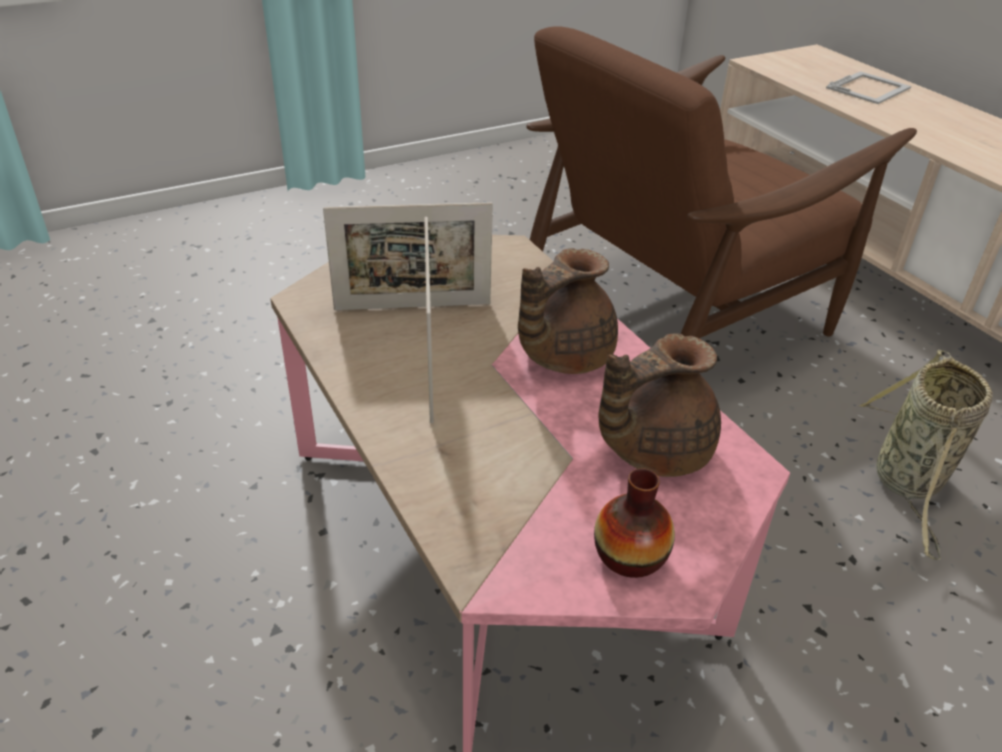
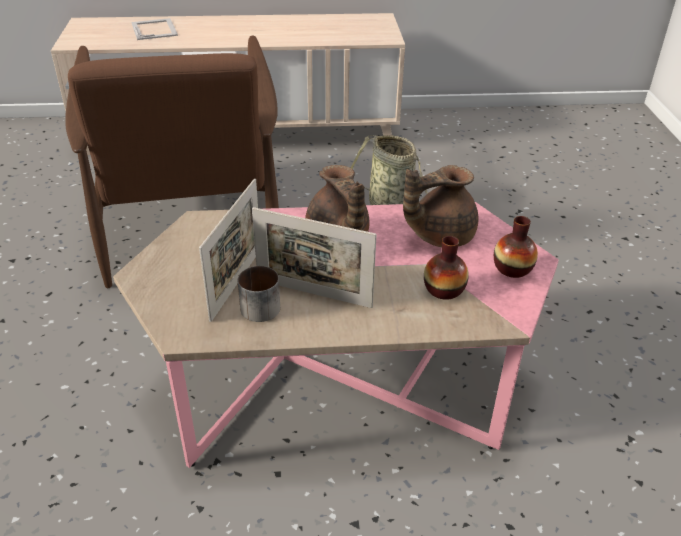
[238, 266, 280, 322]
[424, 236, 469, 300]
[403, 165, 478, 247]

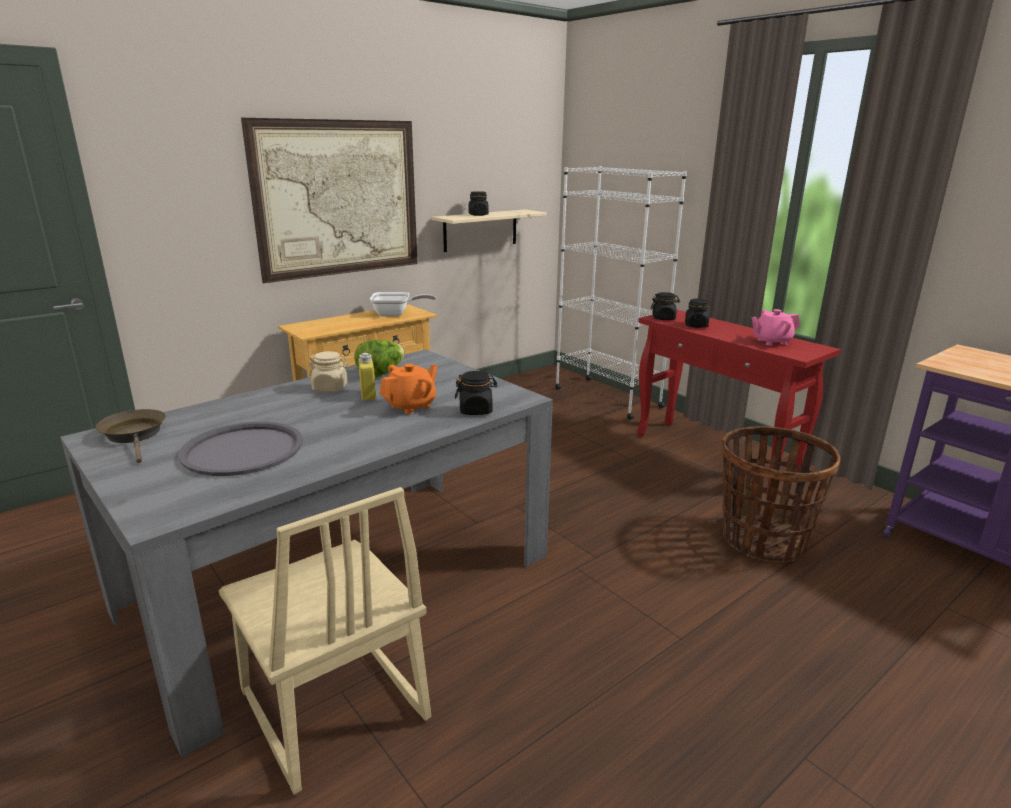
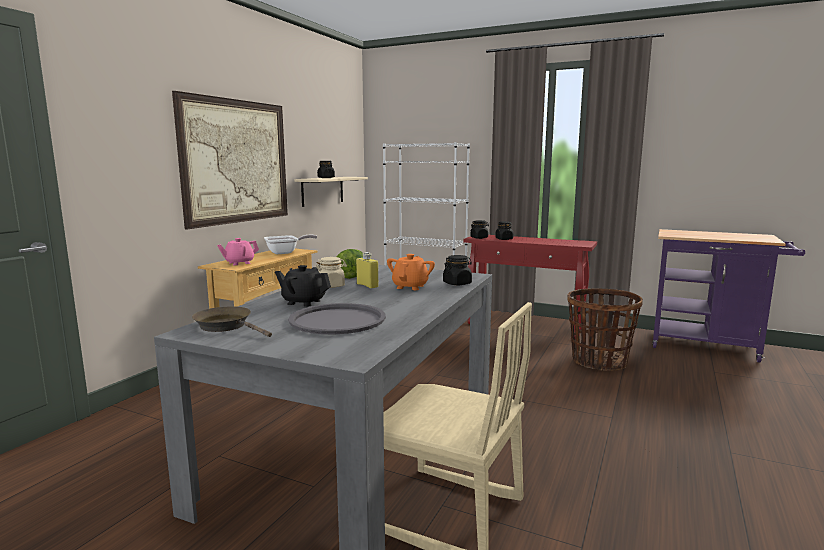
[275, 265, 331, 307]
[217, 238, 259, 265]

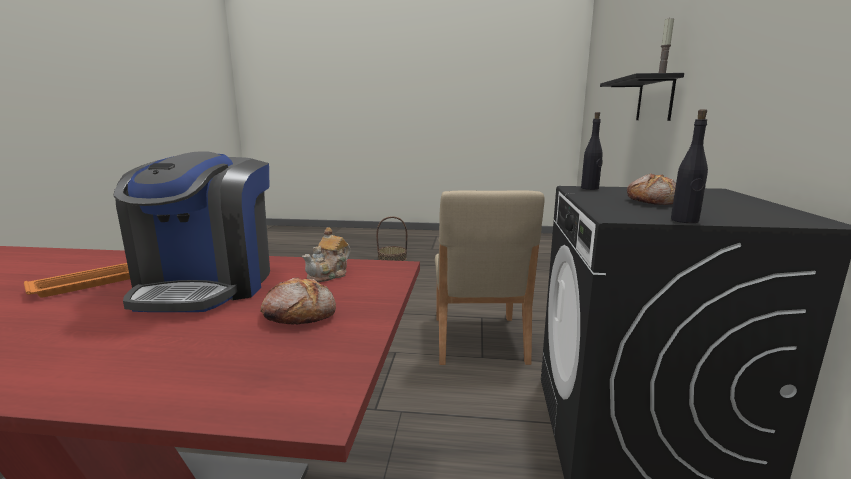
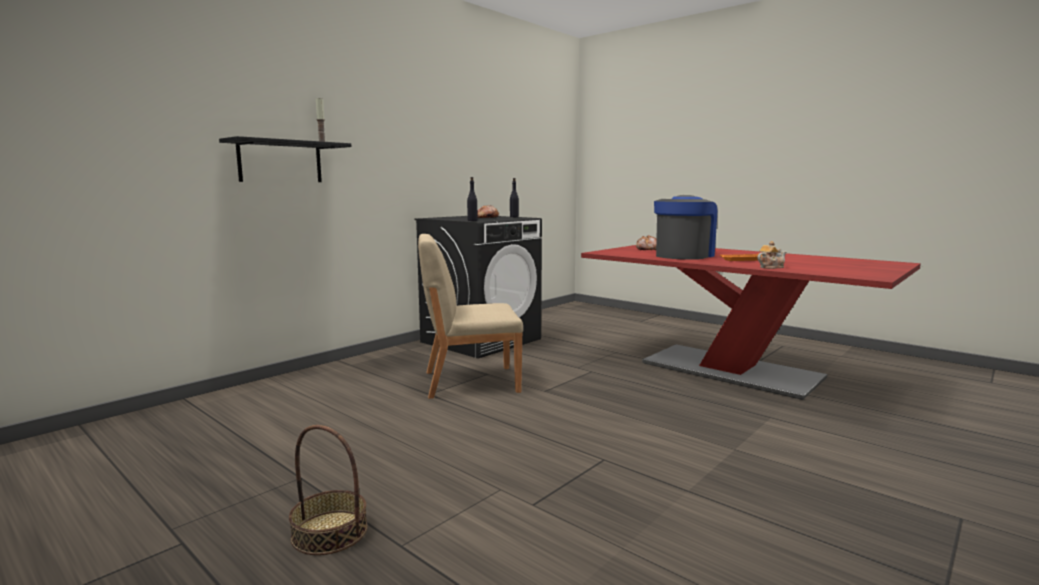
[757, 241, 786, 269]
[418, 234, 523, 399]

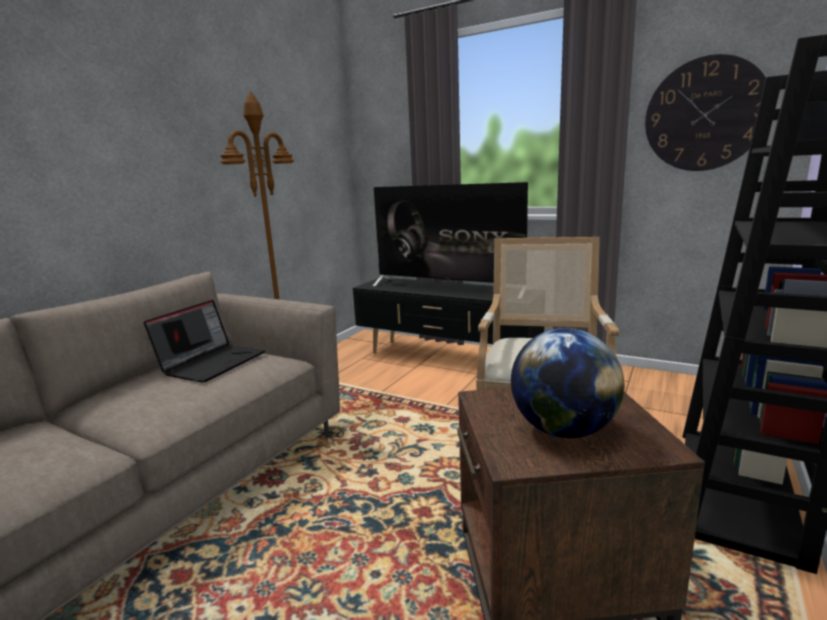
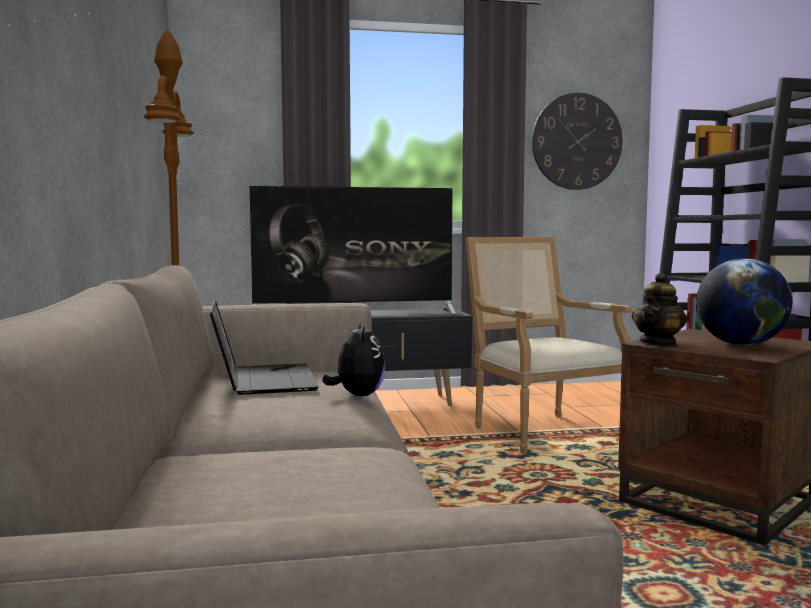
[323, 321, 385, 396]
[632, 272, 687, 346]

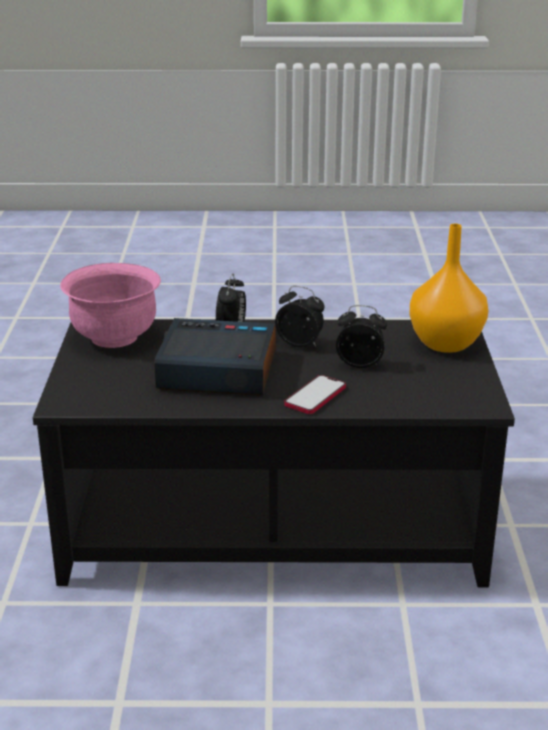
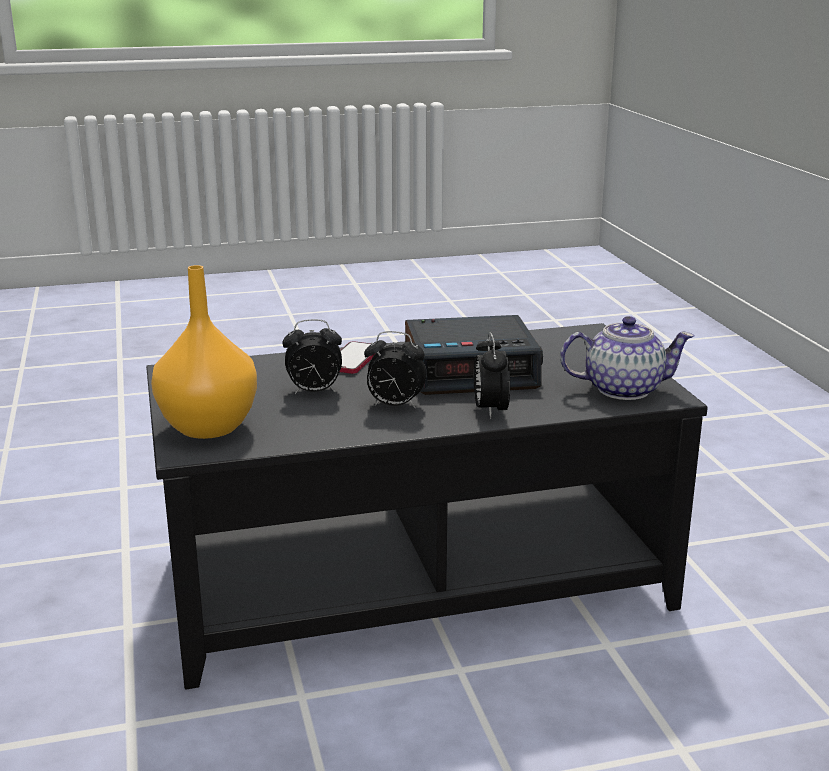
[560, 316, 694, 400]

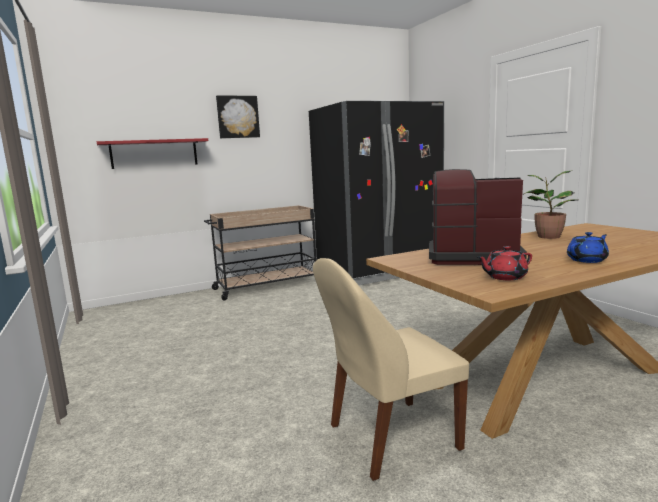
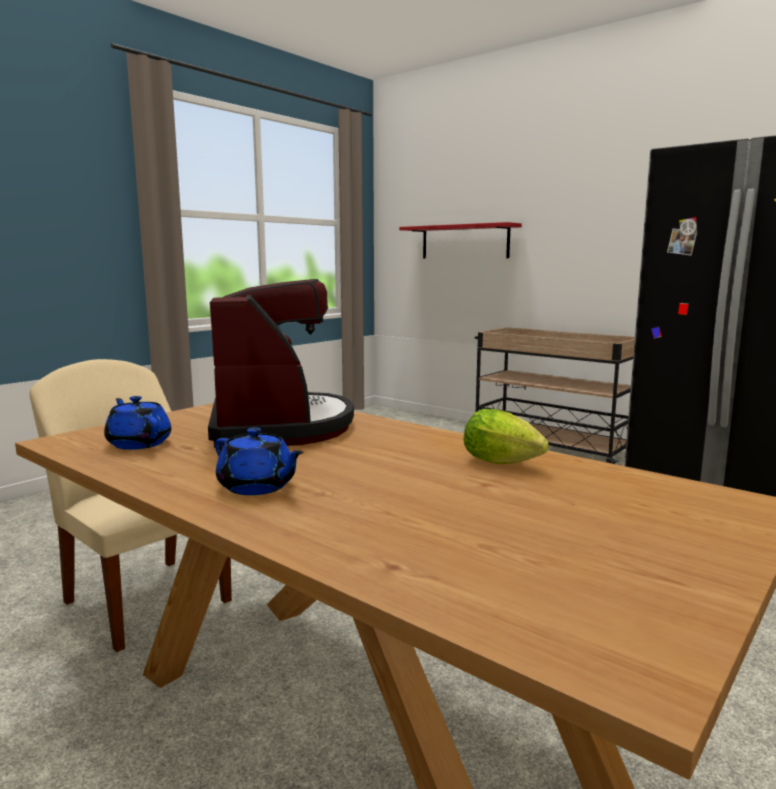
[216, 95, 260, 138] (first image)
[464, 409, 549, 464]
[104, 396, 171, 450]

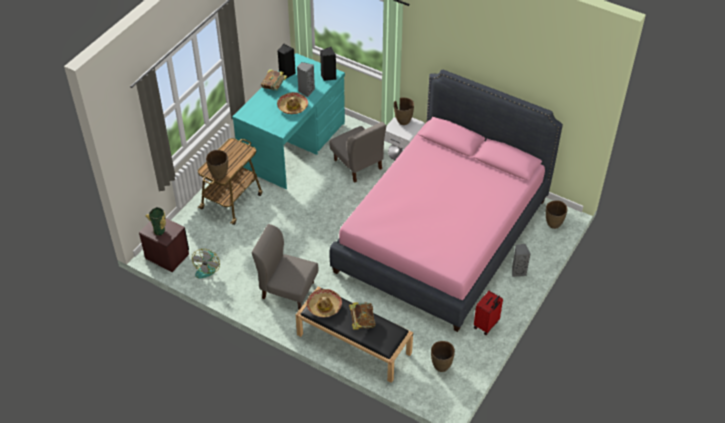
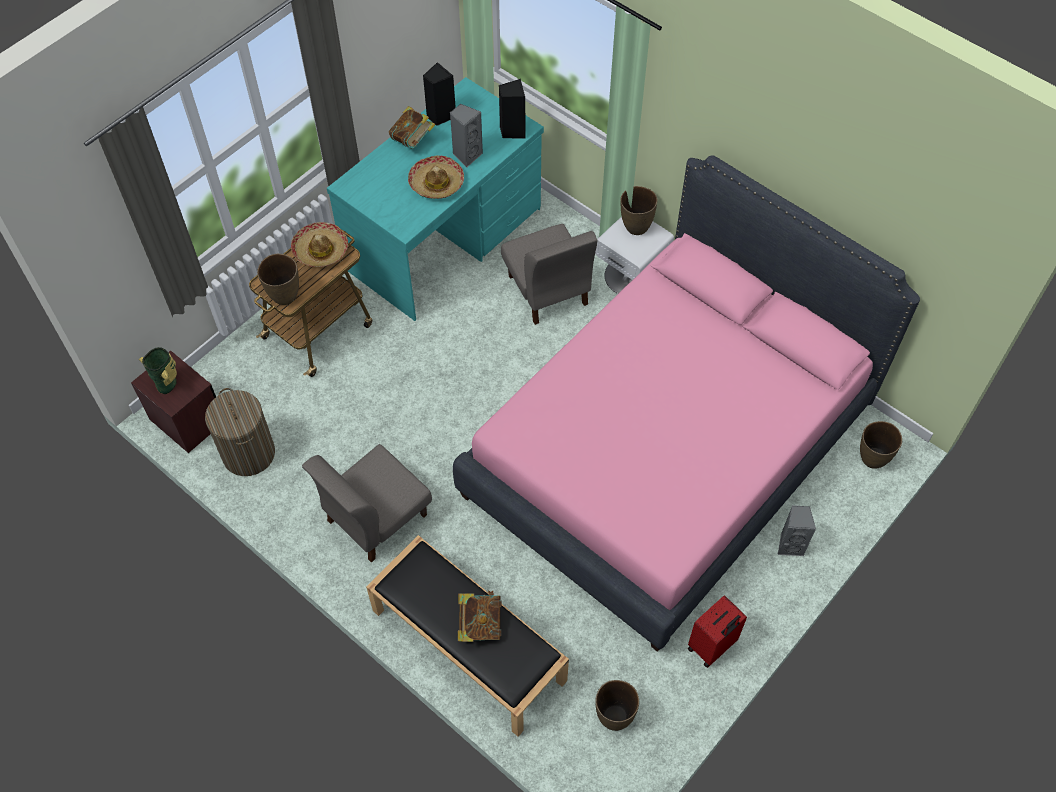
[291, 222, 348, 267]
[205, 388, 275, 476]
[302, 444, 432, 563]

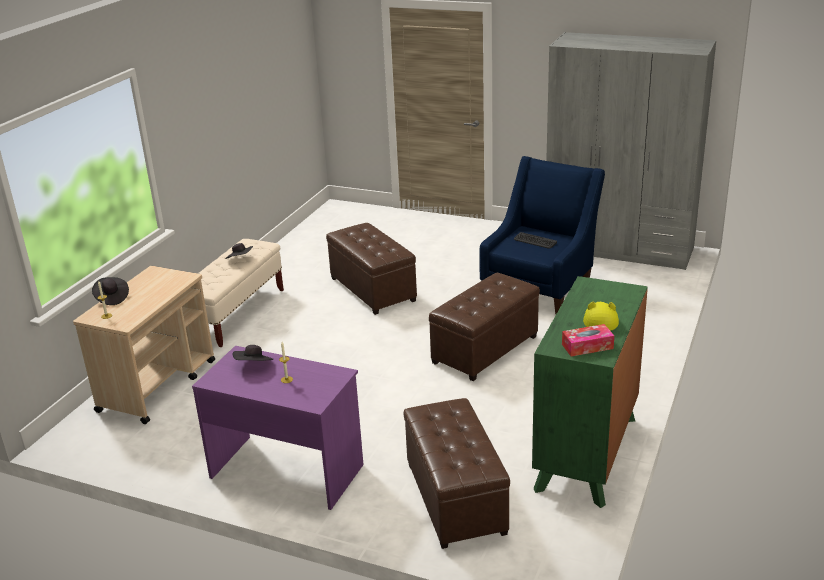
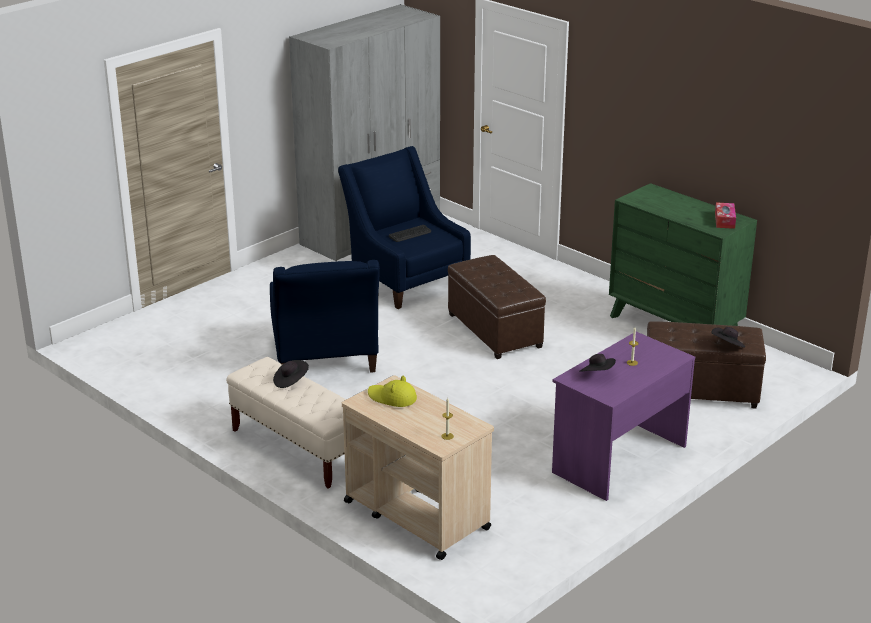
[711, 327, 745, 348]
[368, 376, 417, 407]
[270, 260, 380, 373]

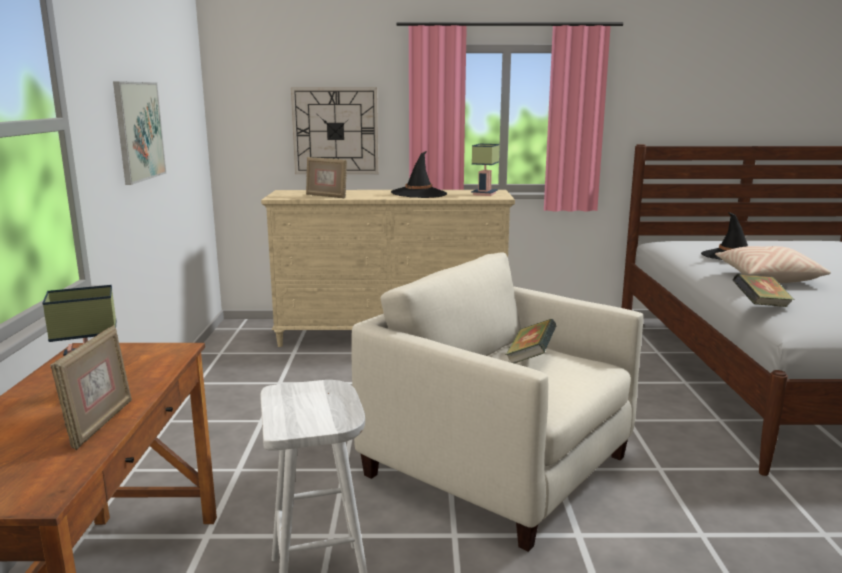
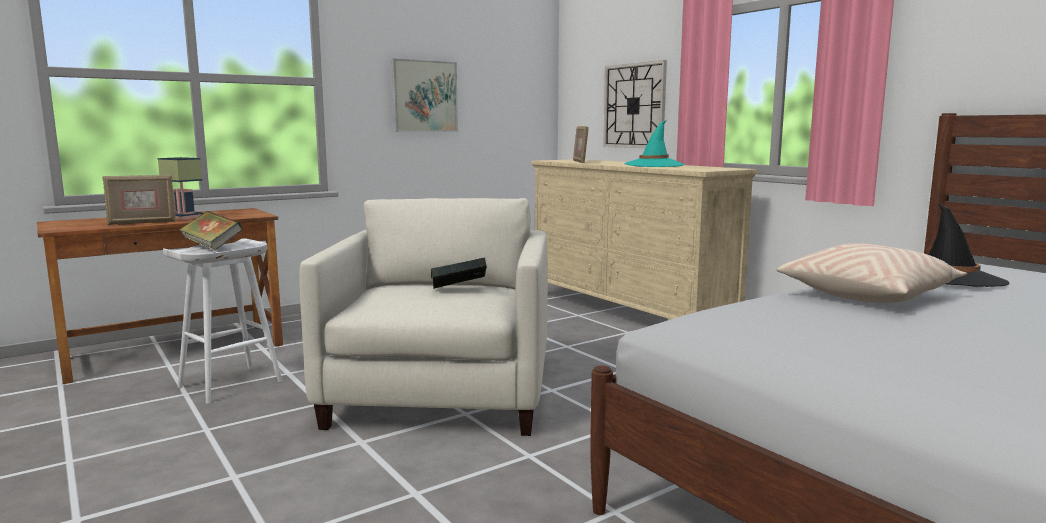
[471, 144, 499, 196] (first image)
[180, 211, 243, 251]
[624, 120, 684, 167]

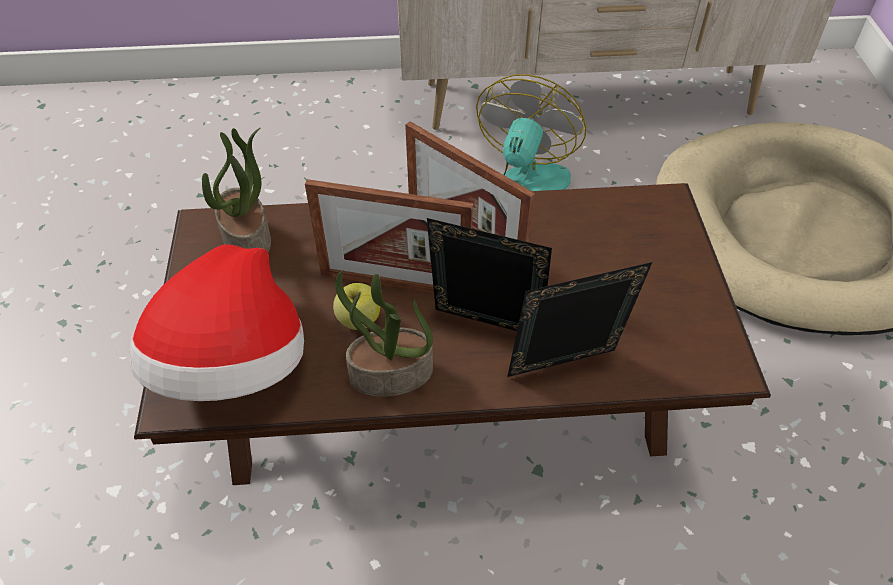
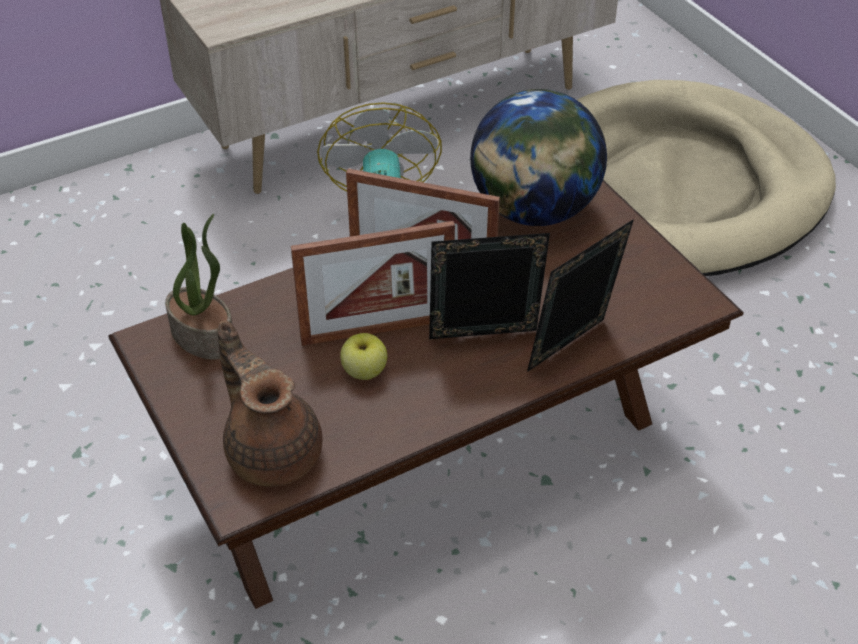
[335, 270, 433, 397] (first image)
[470, 89, 607, 226]
[218, 321, 322, 486]

